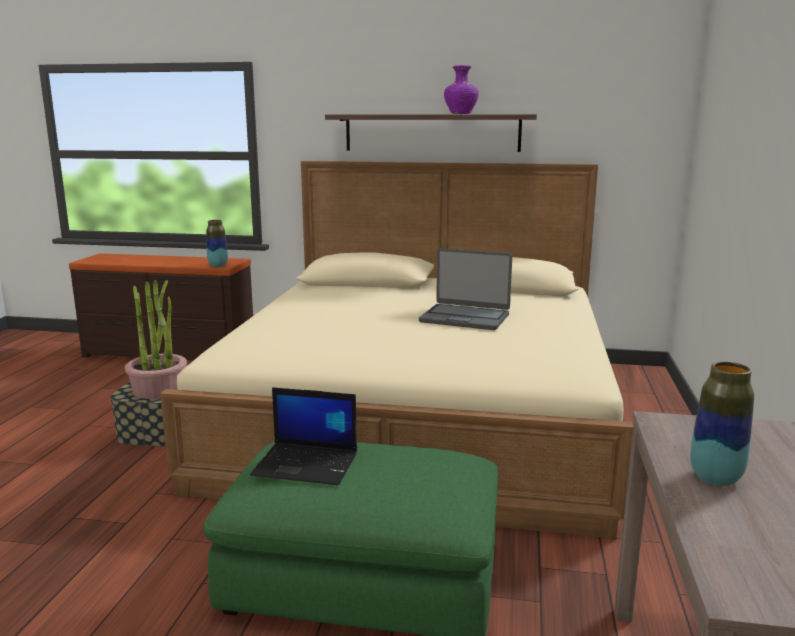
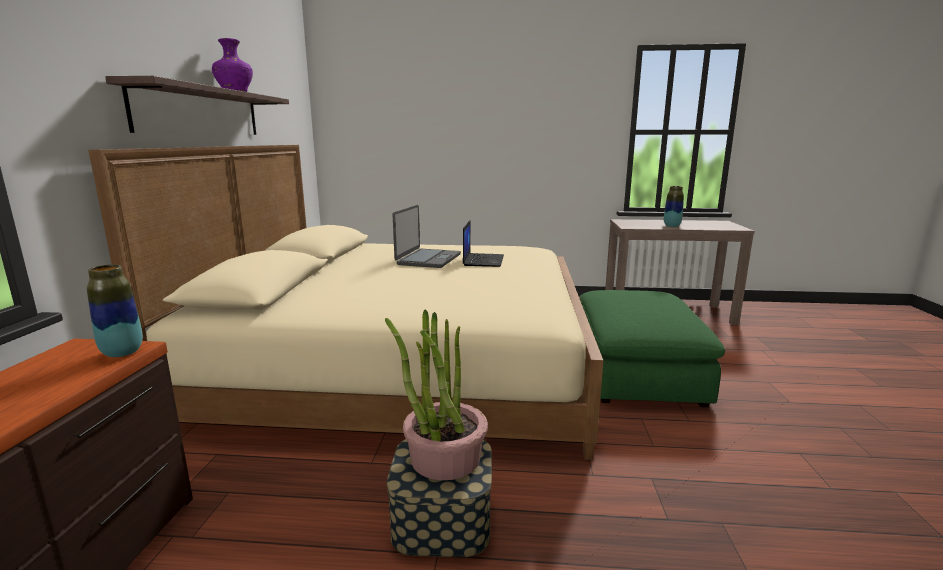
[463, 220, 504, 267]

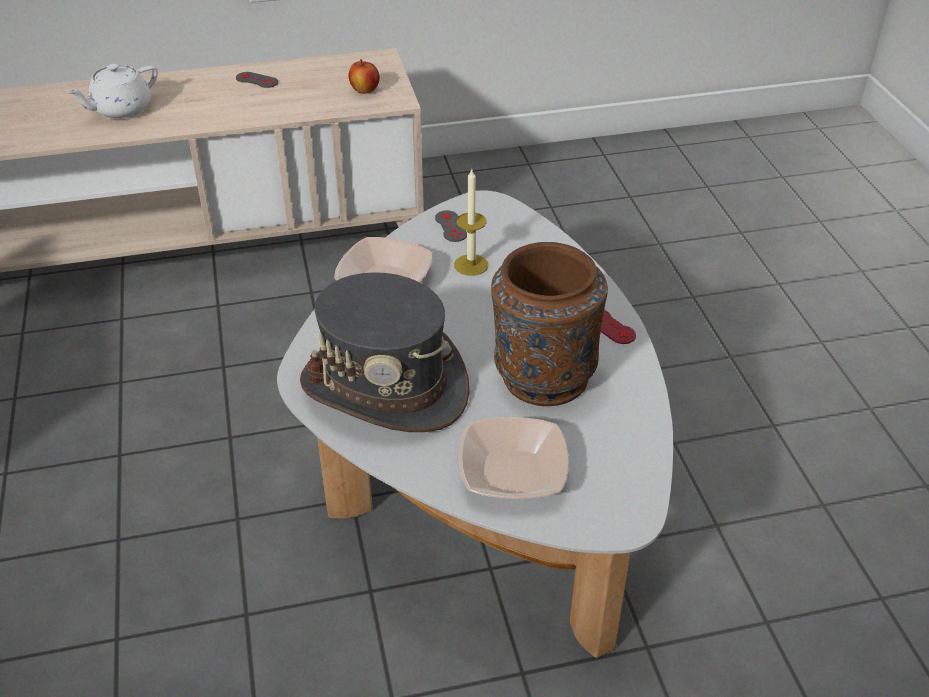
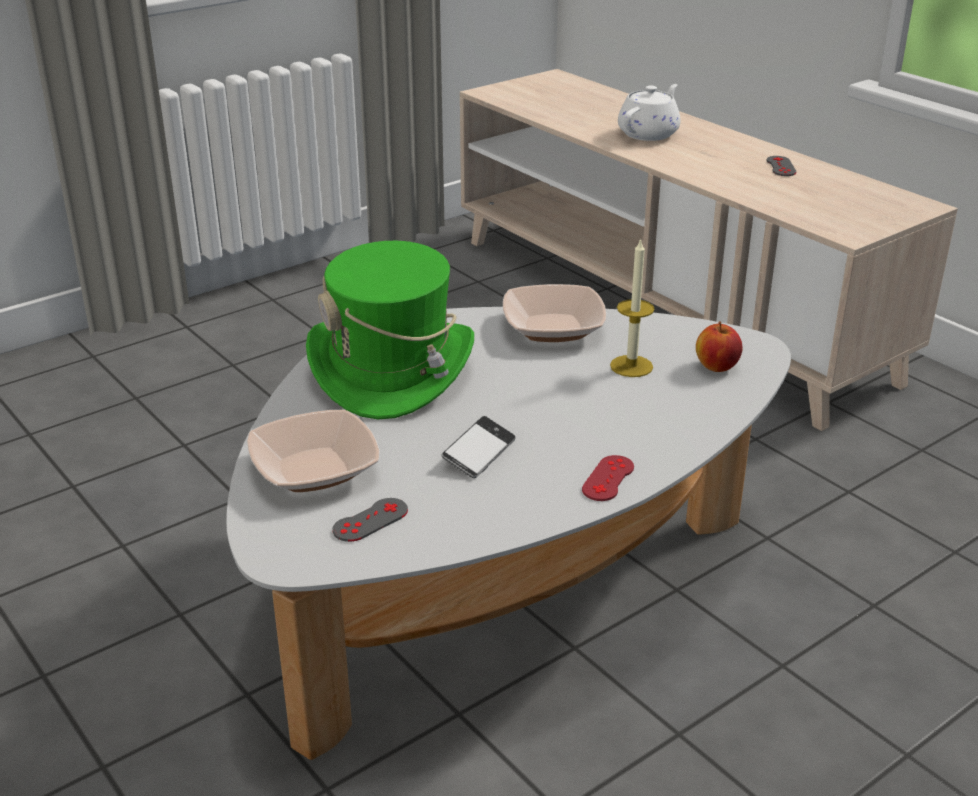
[696, 321, 742, 372]
[333, 498, 408, 542]
[441, 416, 516, 478]
[306, 241, 474, 419]
[618, 84, 680, 141]

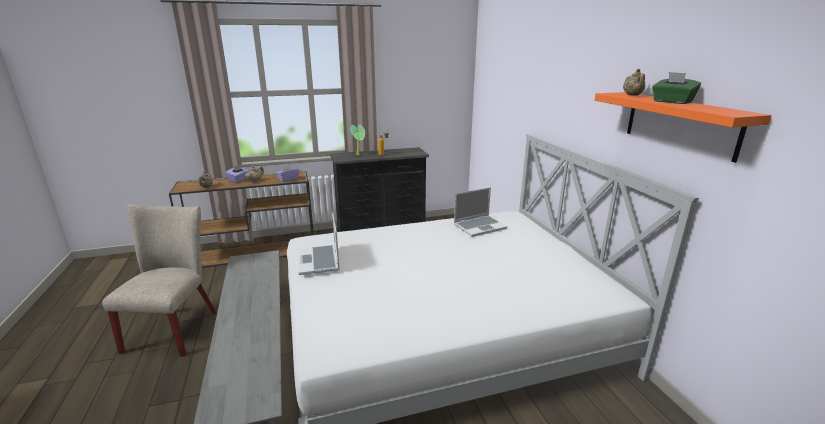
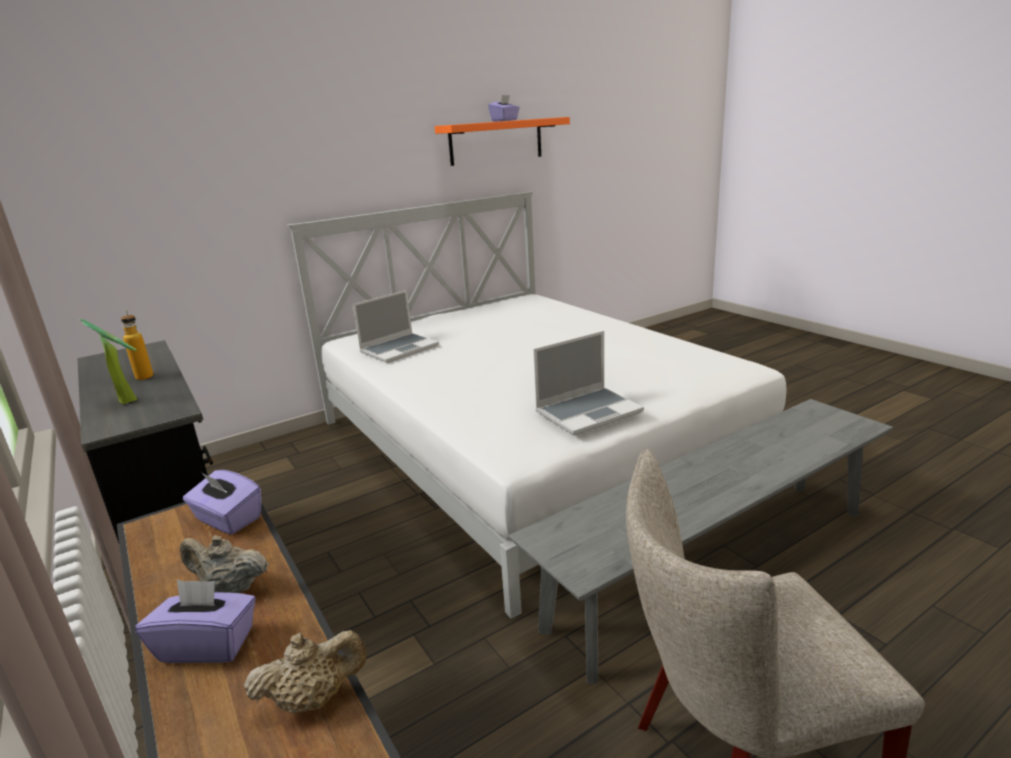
[623, 69, 646, 96] (first image)
[488, 95, 520, 122]
[353, 290, 439, 363]

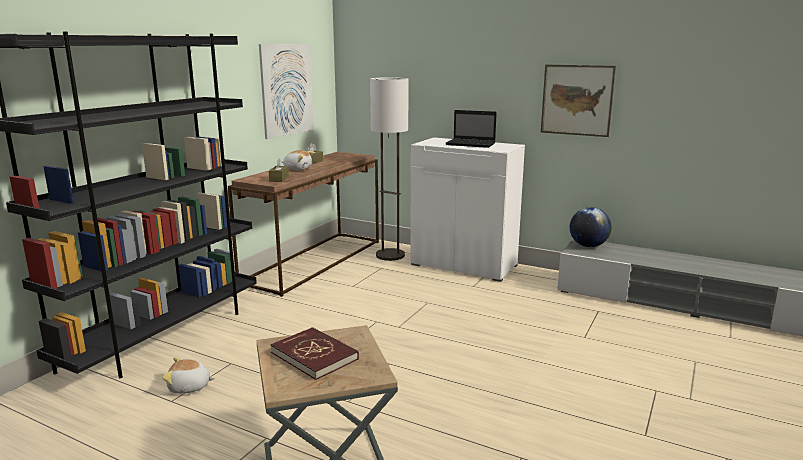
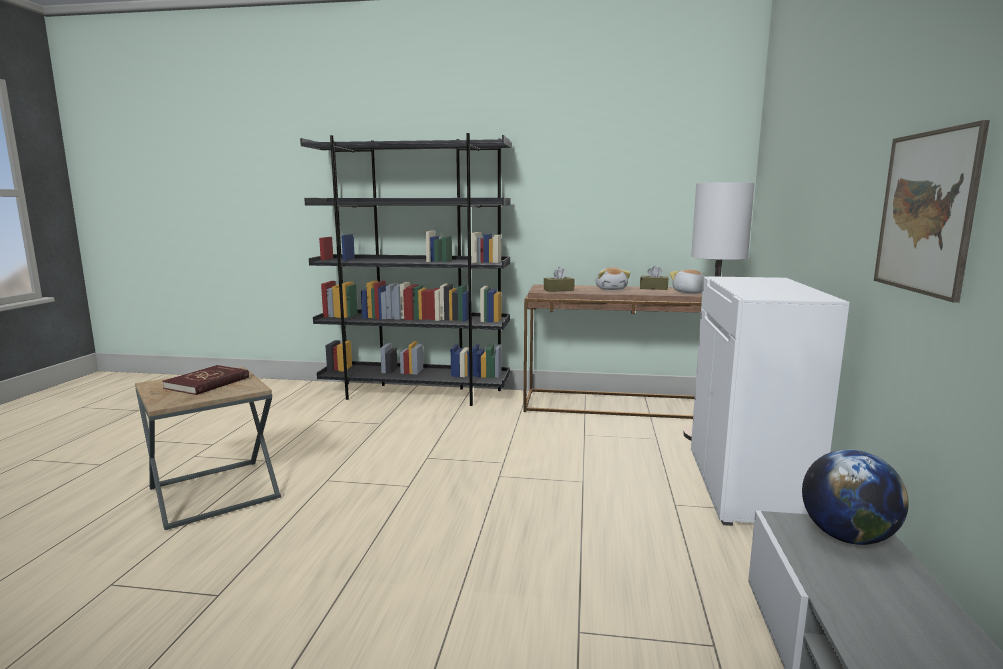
[259, 44, 314, 139] (first image)
[446, 110, 497, 148] (first image)
[669, 269, 706, 294]

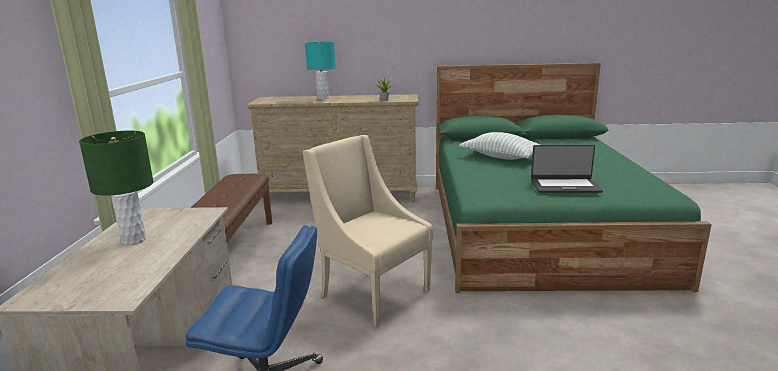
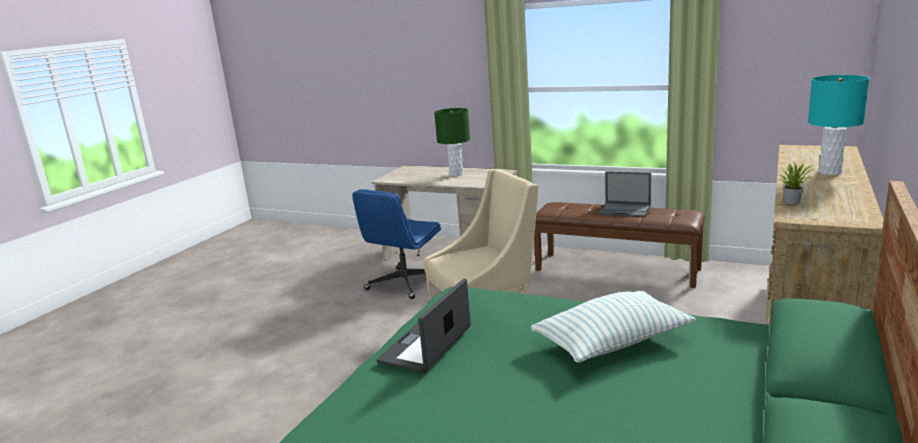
[599, 171, 651, 217]

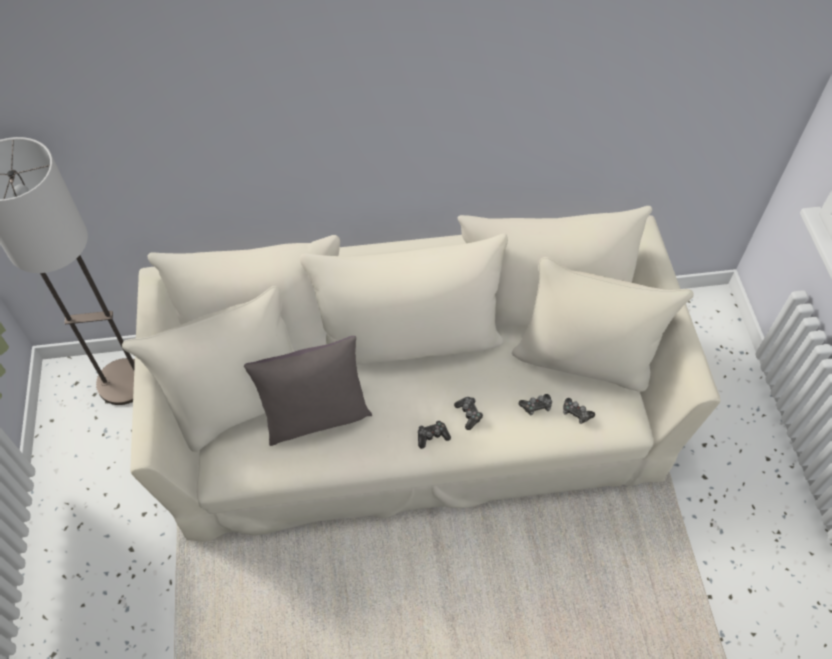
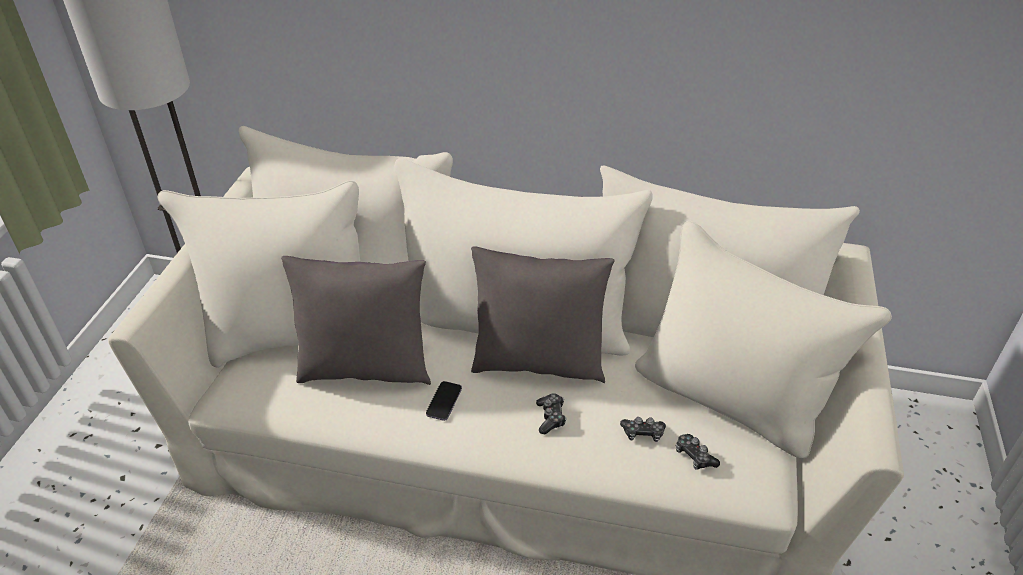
[418, 420, 451, 449] (first image)
[426, 381, 462, 421]
[471, 246, 614, 383]

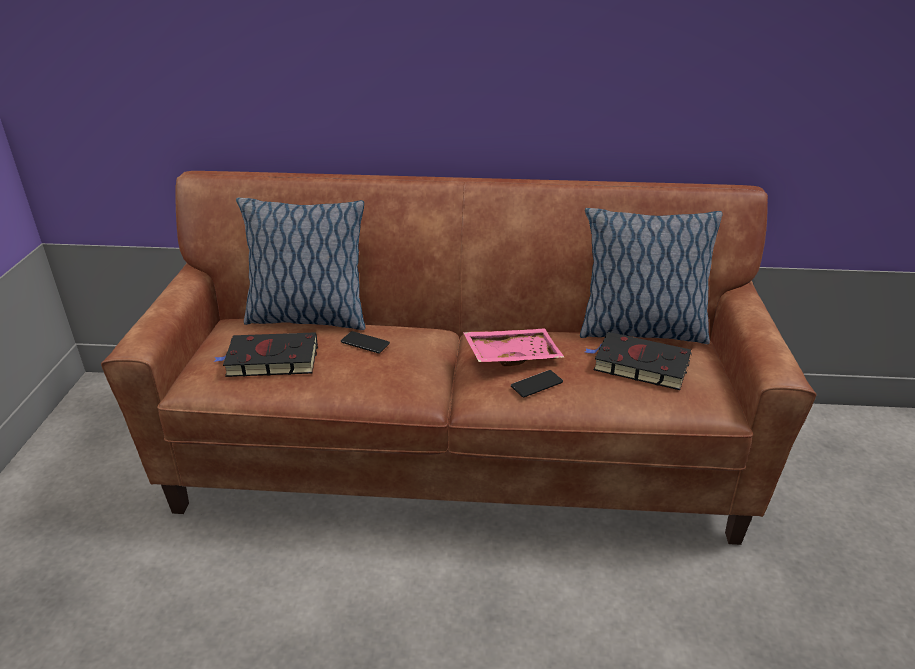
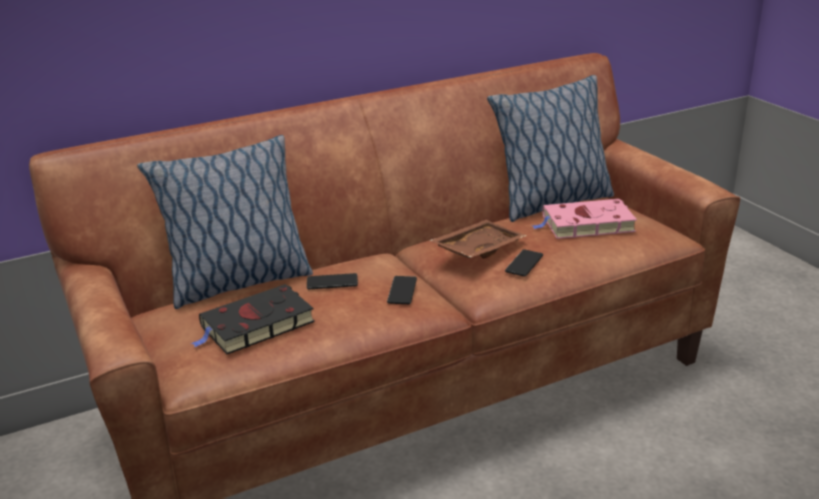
[387, 276, 417, 304]
[429, 220, 527, 259]
[533, 199, 637, 239]

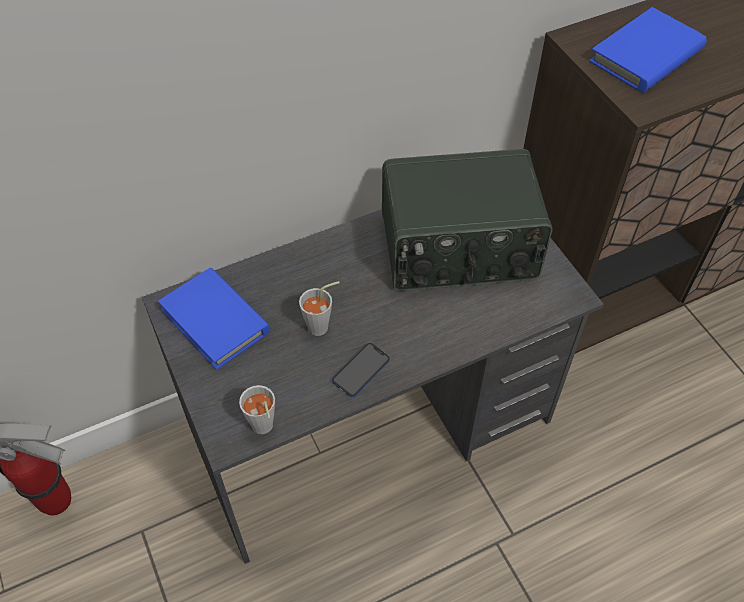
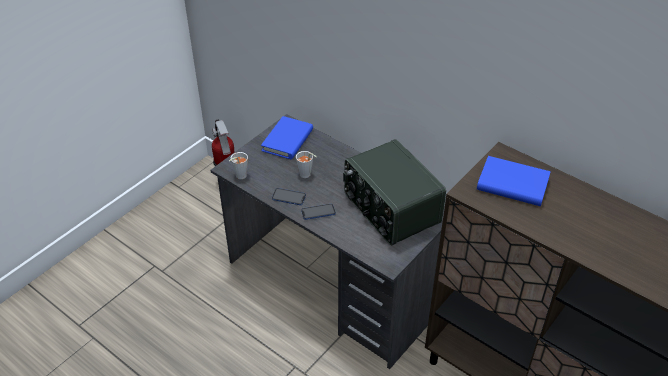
[301, 204, 336, 220]

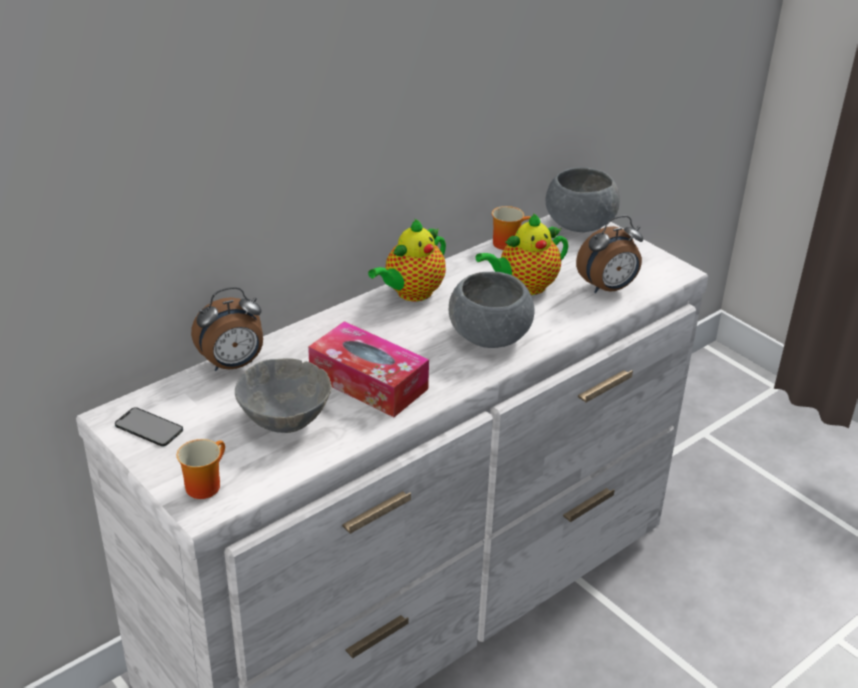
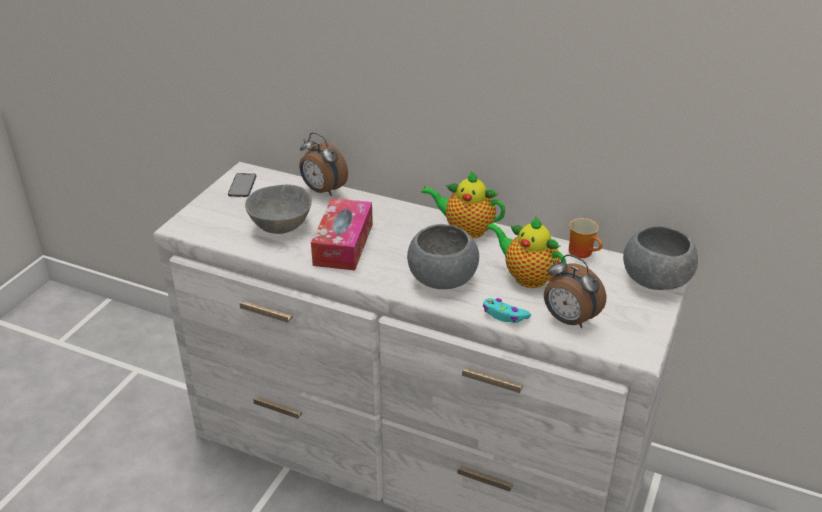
[177, 439, 225, 499] (first image)
[483, 298, 531, 323]

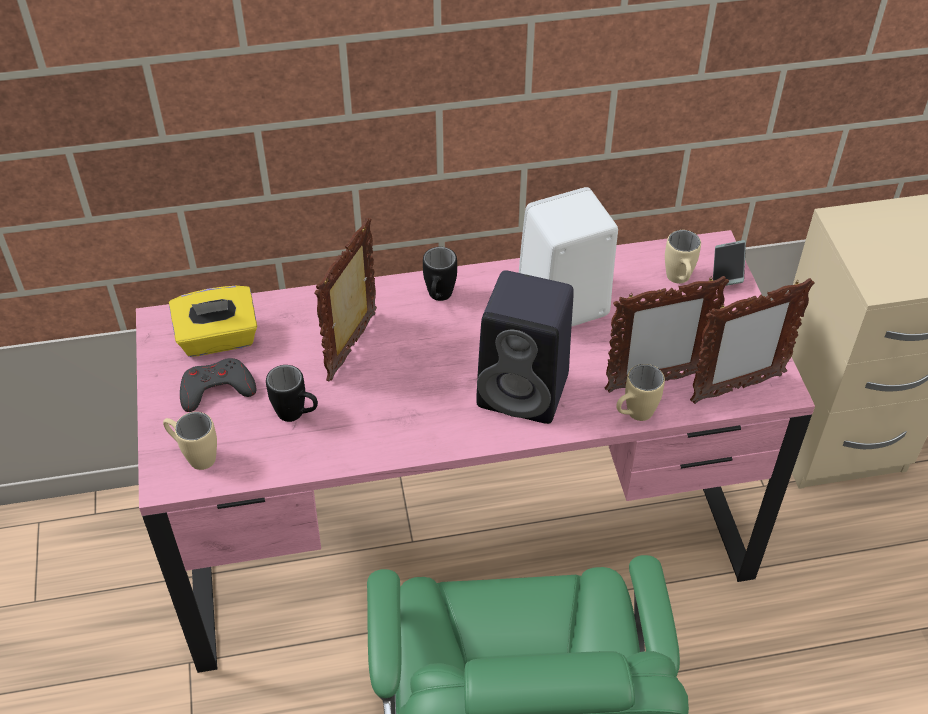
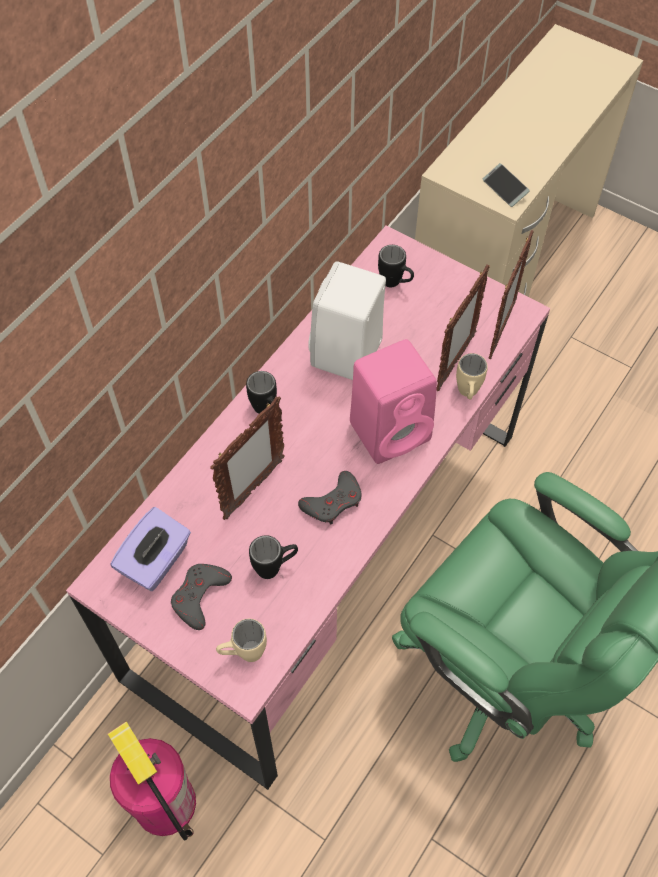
[108, 722, 196, 840]
[298, 471, 362, 524]
[483, 163, 530, 207]
[110, 507, 191, 591]
[350, 339, 437, 464]
[378, 245, 414, 287]
[210, 396, 285, 520]

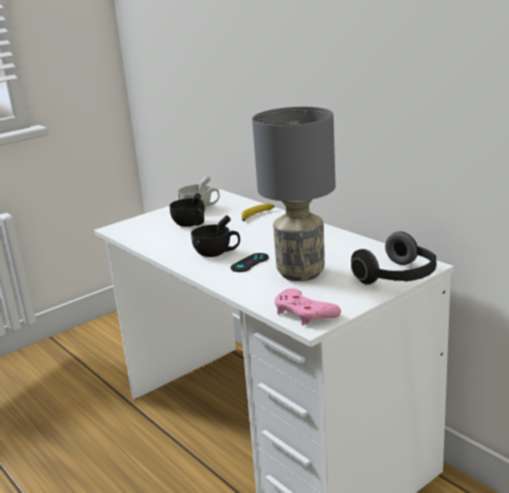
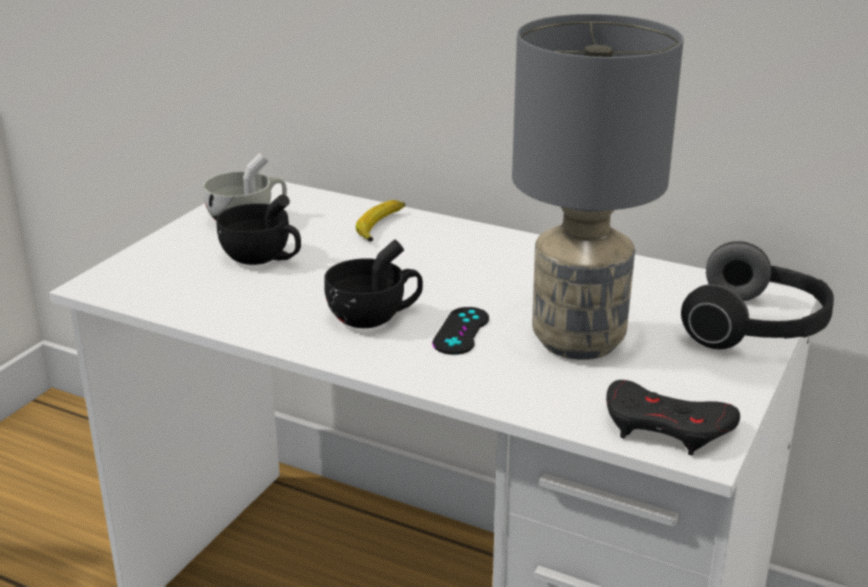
[606, 380, 740, 455]

